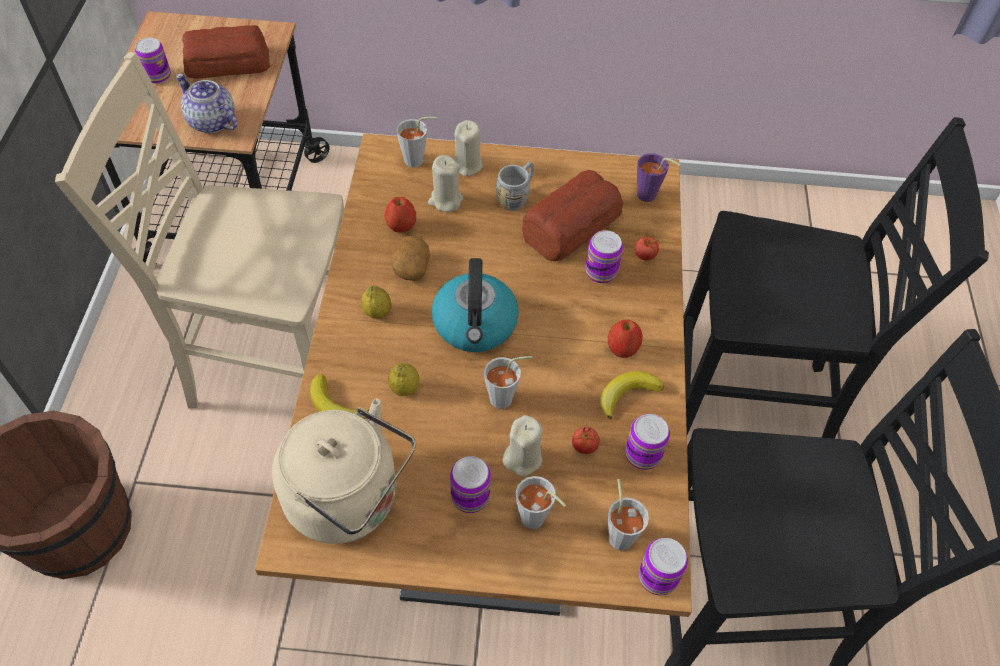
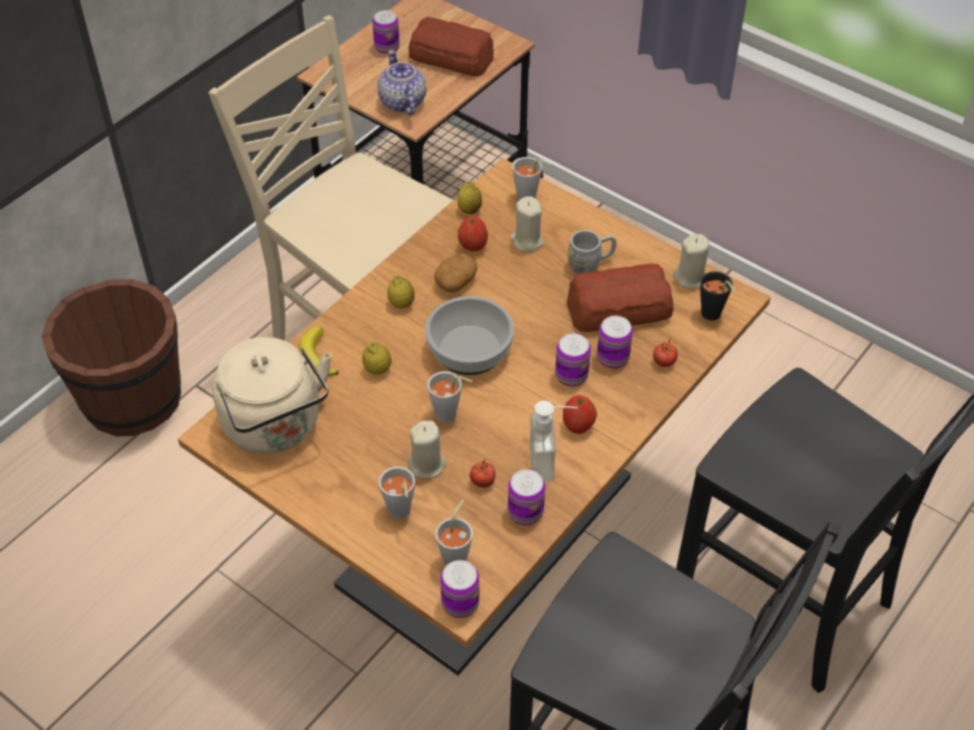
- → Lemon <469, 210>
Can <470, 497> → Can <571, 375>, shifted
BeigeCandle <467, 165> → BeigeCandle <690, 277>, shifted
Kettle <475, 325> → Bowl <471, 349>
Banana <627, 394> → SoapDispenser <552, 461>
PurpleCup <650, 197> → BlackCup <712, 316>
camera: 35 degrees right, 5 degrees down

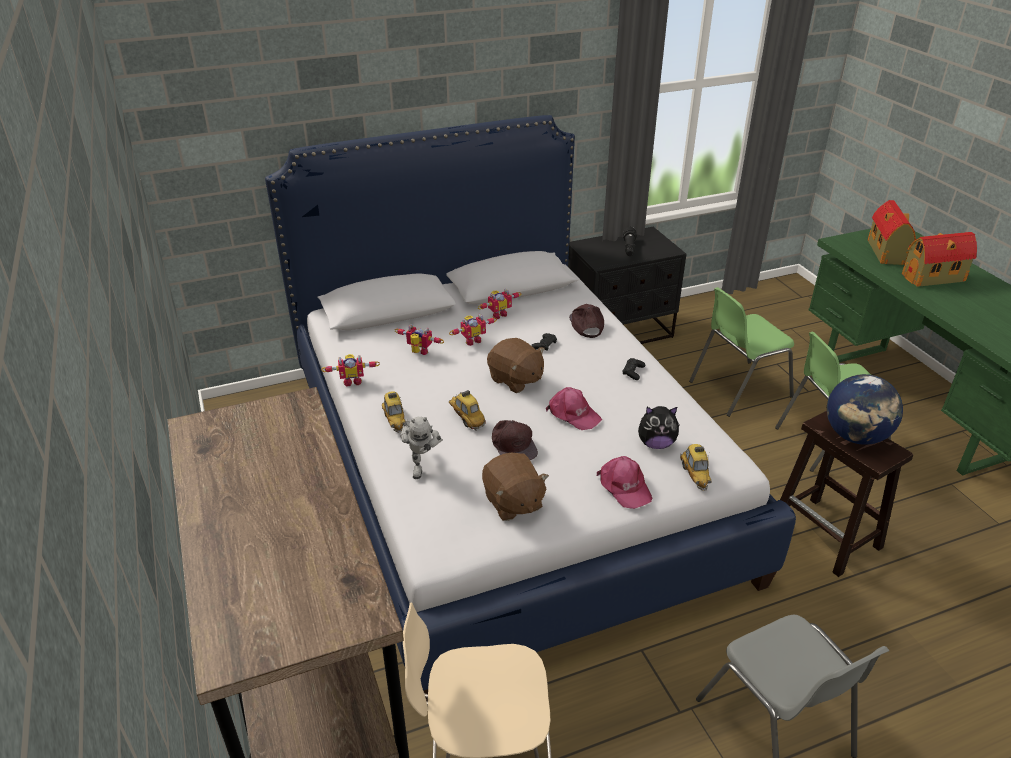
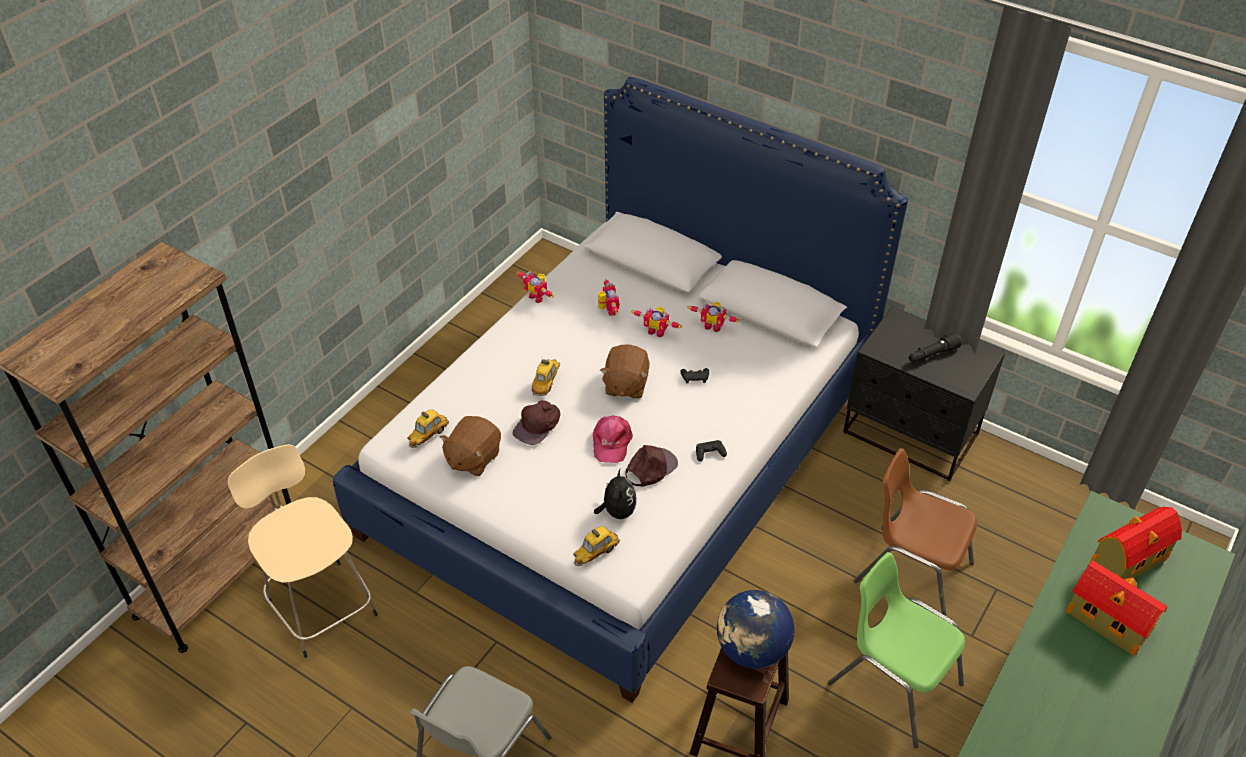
ToyRobot <422, 465> → -
PinkCap <624, 487> → -
ToyCar <394, 420> → ToyCar <428, 435>, shifted
BrownCap <586, 325> → BrownCap <650, 468>, shifted
GreenChair <738, 389> → BrownChair <911, 572>
PlushToy <656, 444> → PlushToy <617, 511>, 150 degrees counterclockwise
camera: 55 degrees right, 10 degrees up

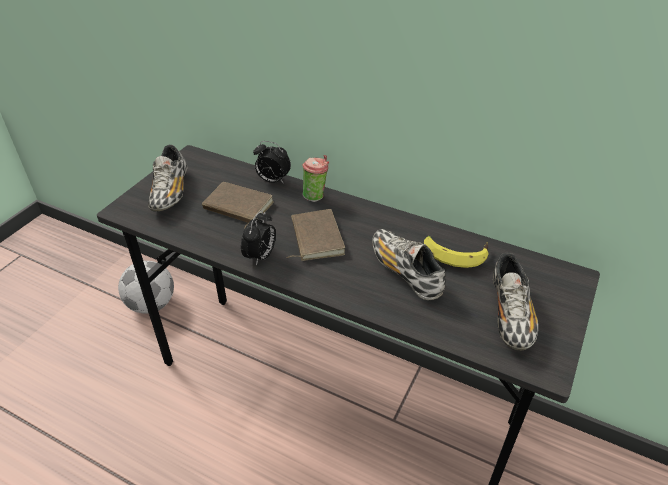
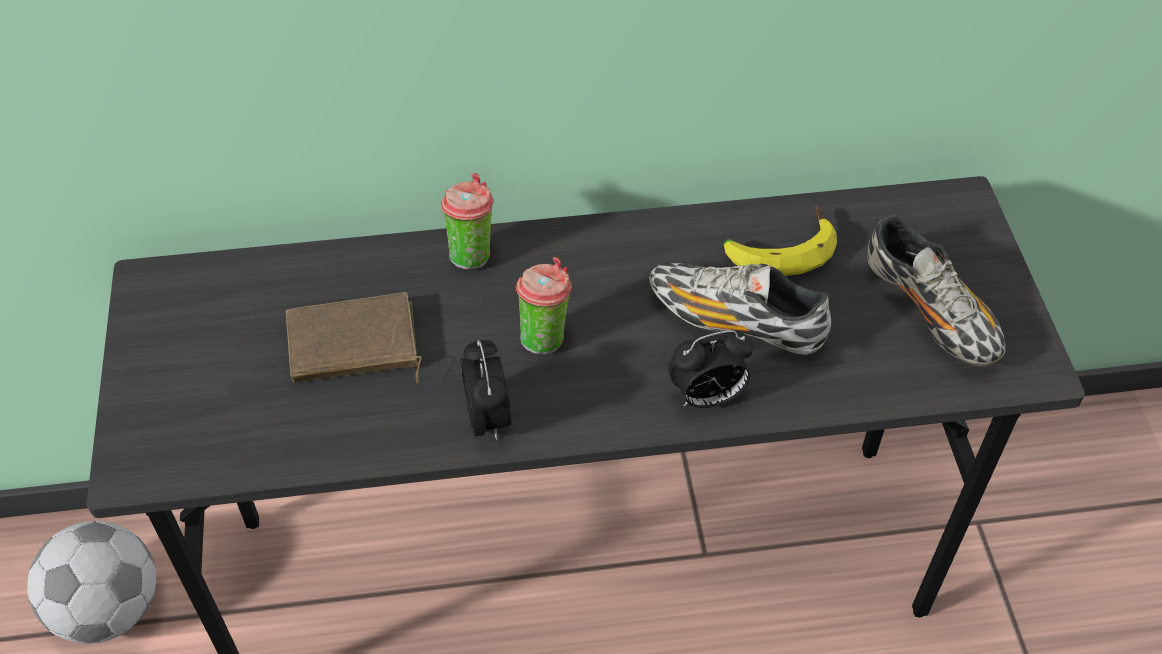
Shoe <170, 192> → -
AlarmClock <272, 181> → AlarmClock <707, 397>, shifted
BrownBook <315, 238> → Cup <545, 335>
camera: 35 degrees left, 10 degrees up

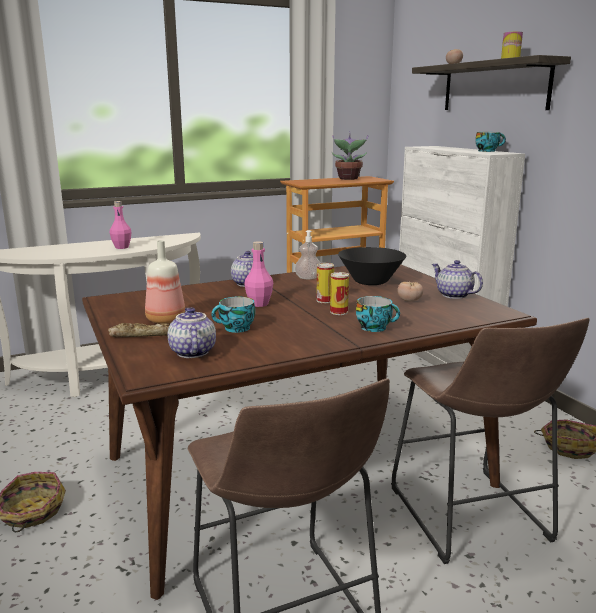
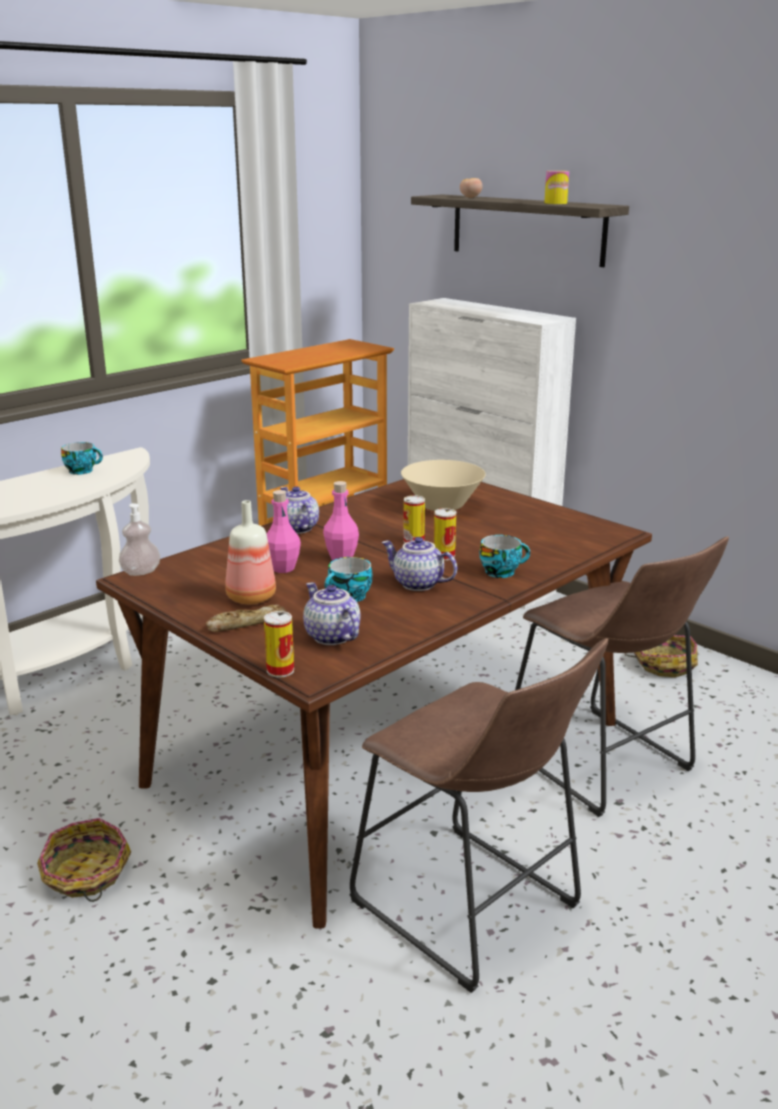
PottedPlant <348, 179> → -
Tomato <409, 301> → -
- → Can <280, 670>
PinkBottle <122, 247> → PinkBottle <283, 568>, shifted
SoapDispenser <308, 278> → SoapDispenser <141, 572>, shifted
Teapot <453, 295> → Teapot <417, 584>, shifted
Cup <488, 151> → Cup <83, 471>, shifted
BlackBowl <371, 281> → BeigeBowl <442, 506>
camera: 20 degrees left, 5 degrees up

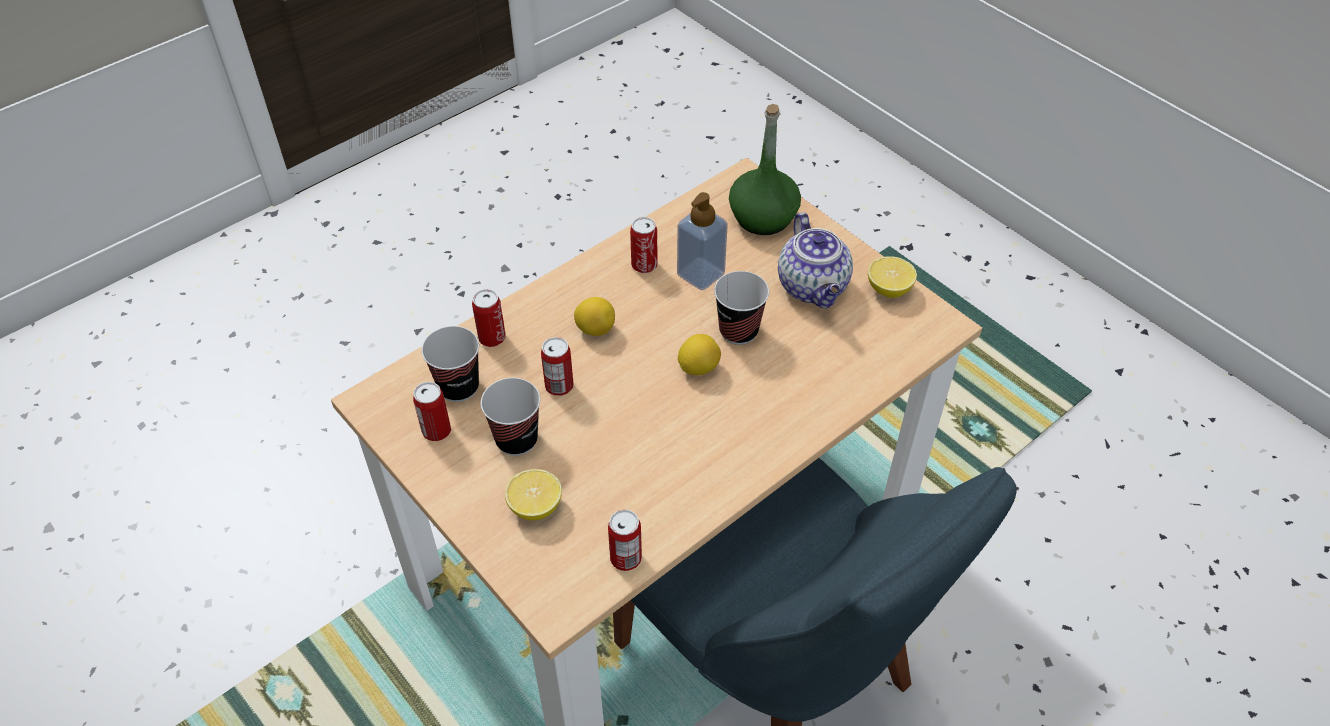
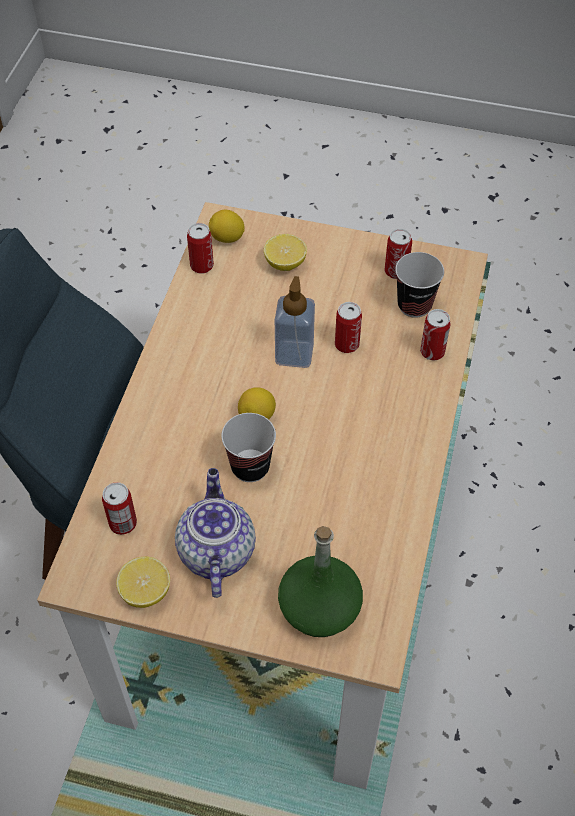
Cup <516, 440> → -
Lemon <595, 329> → Lemon <227, 238>, shifted
Can <644, 265> → Can <123, 523>, shifted
SoapDispenser <700, 274> → SoapDispenser <294, 354>, shifted
Teapot <813, 288> → Teapot <215, 550>, 45 degrees clockwise
camera: 145 degrees right, 5 degrees up

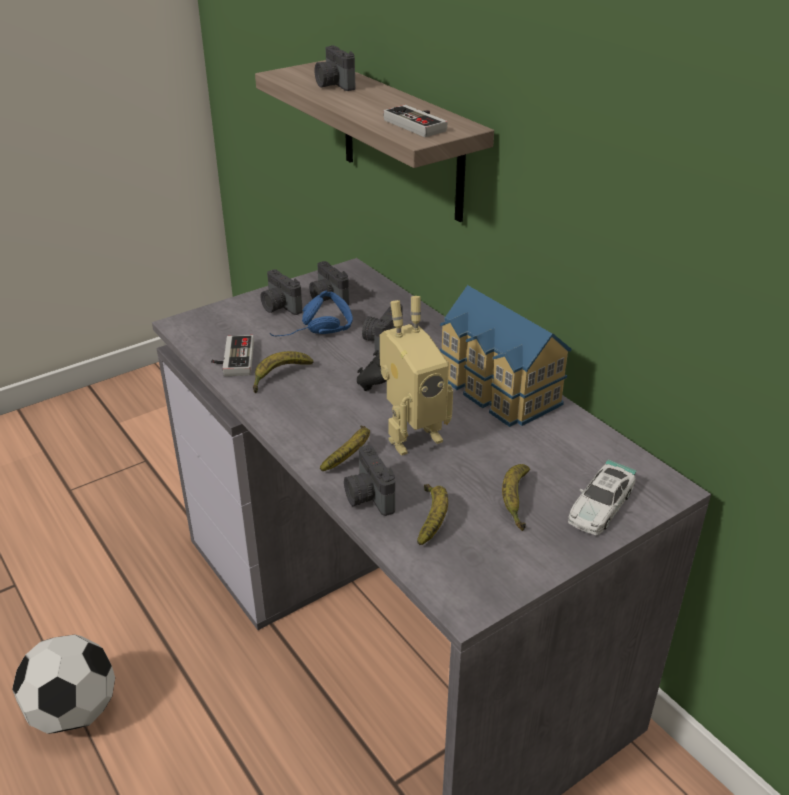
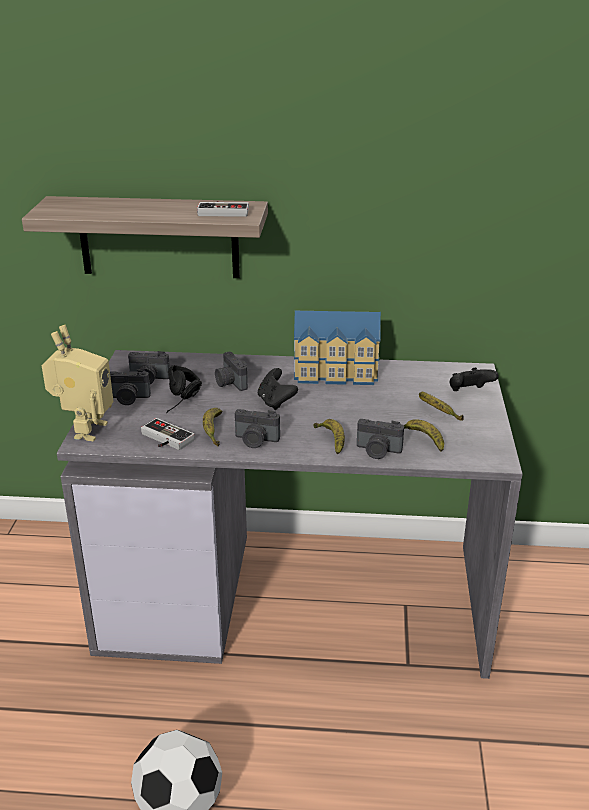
PhotoCamera <333, 85> → PhotoCamera <255, 440>, shifted
ToyRobot <411, 435> → ToyRobot <84, 430>, shifted
ToyCar <600, 506> → BlackGameController <469, 392>
BlueHeadphones <314, 334> → BlackHeadphones <184, 400>
camera: 50 degrees left, 5 degrees down

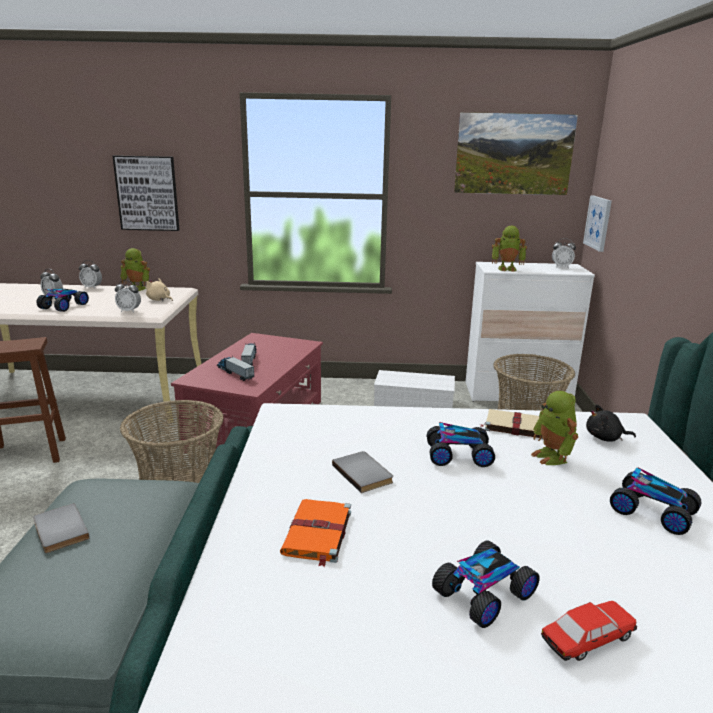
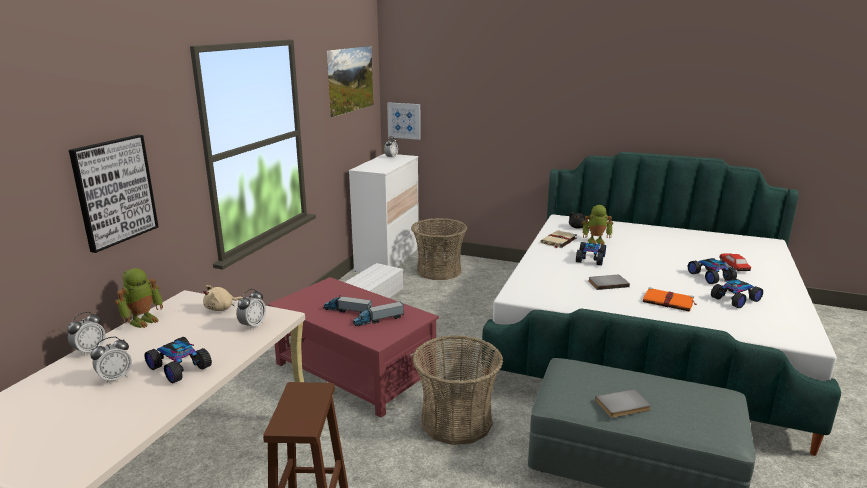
ToyRobot <507, 269> → -
ToyCar <652, 512> → ToyCar <736, 299>, shifted
camera: 70 degrees left, 0 degrees up

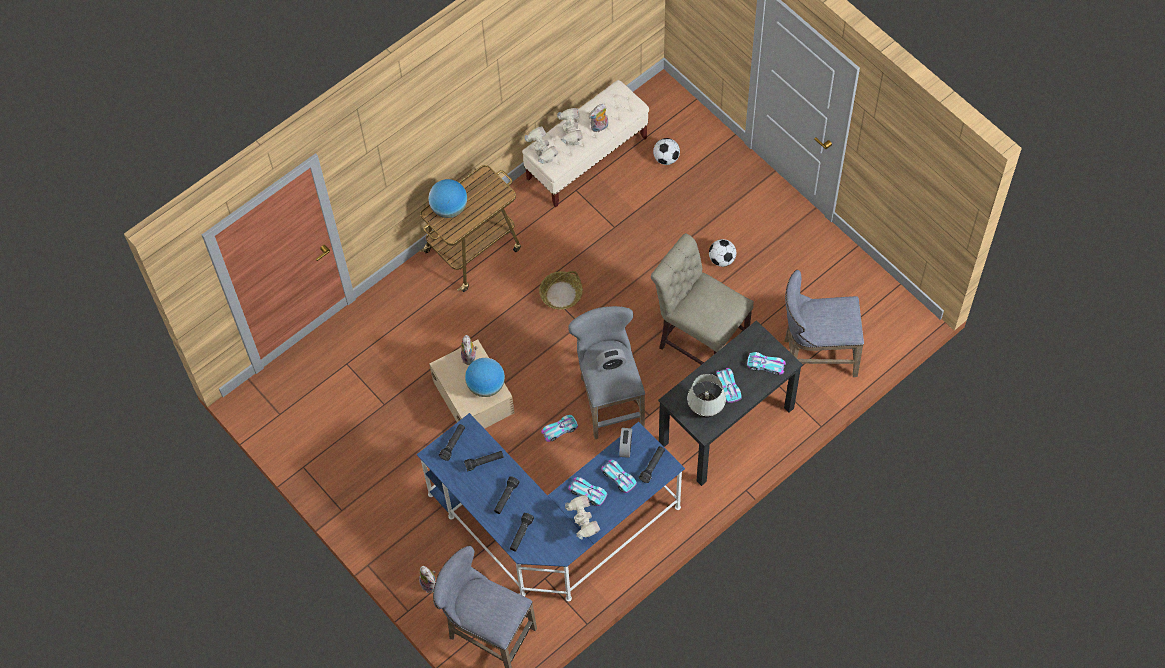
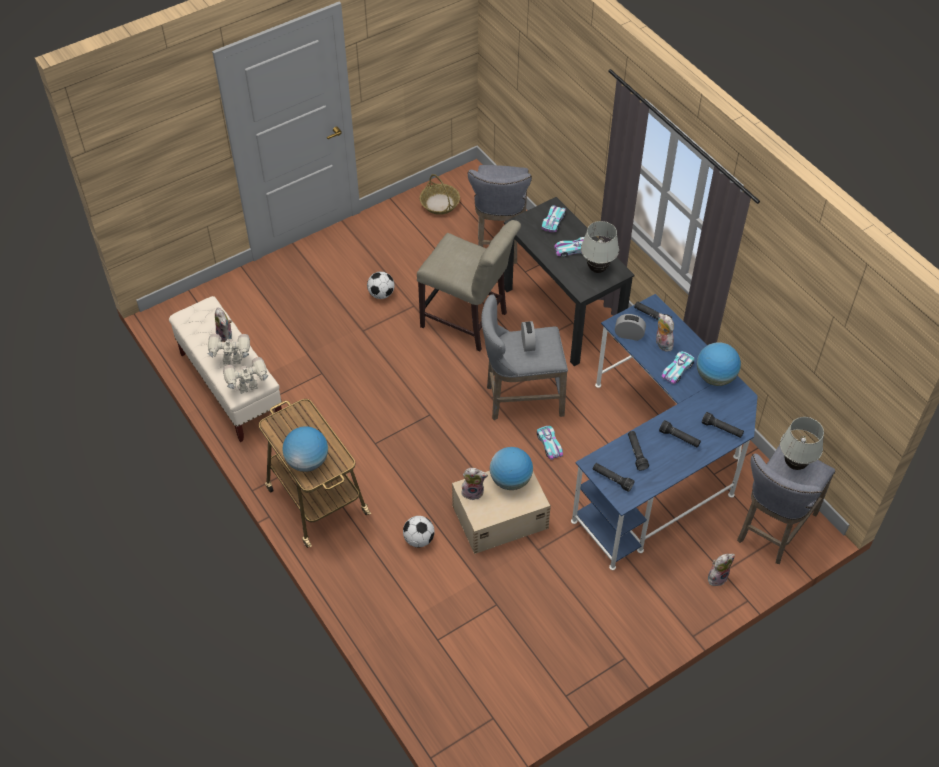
- → WhiteTableLamp <795, 464>
Basket <561, 294> → Basket <439, 203>, shifted
Football <666, 158> → Football <419, 539>, shifted
ToyRobot <583, 527> → Globe <715, 377>
ToyCar <618, 477> → PlushToy <662, 344>
BeigeChair <699, 341> → BeigeChair <468, 322>, 105 degrees counterclockwise
camera: 85 degrees left, 10 degrees down

